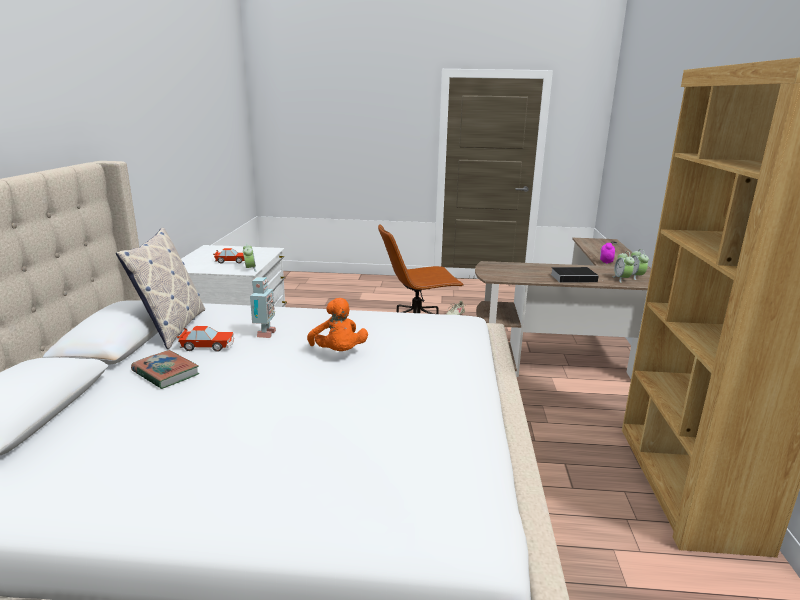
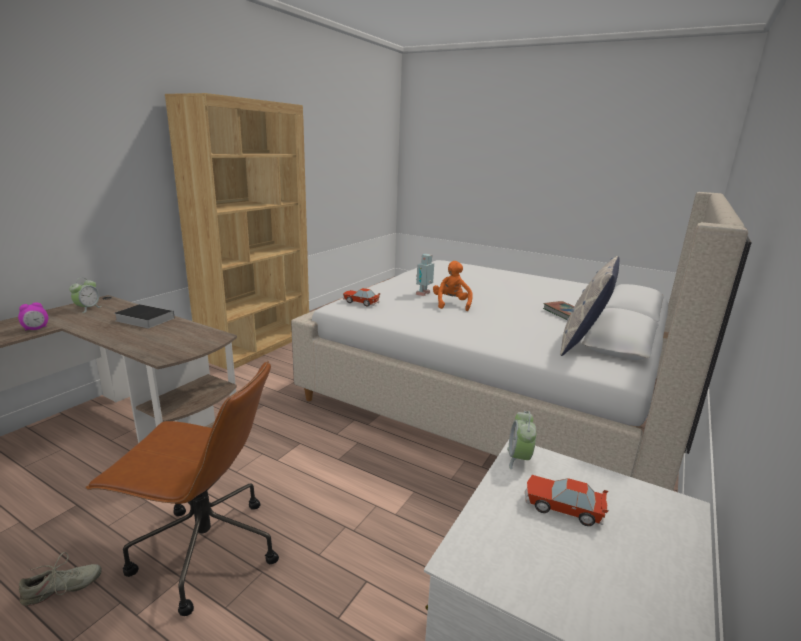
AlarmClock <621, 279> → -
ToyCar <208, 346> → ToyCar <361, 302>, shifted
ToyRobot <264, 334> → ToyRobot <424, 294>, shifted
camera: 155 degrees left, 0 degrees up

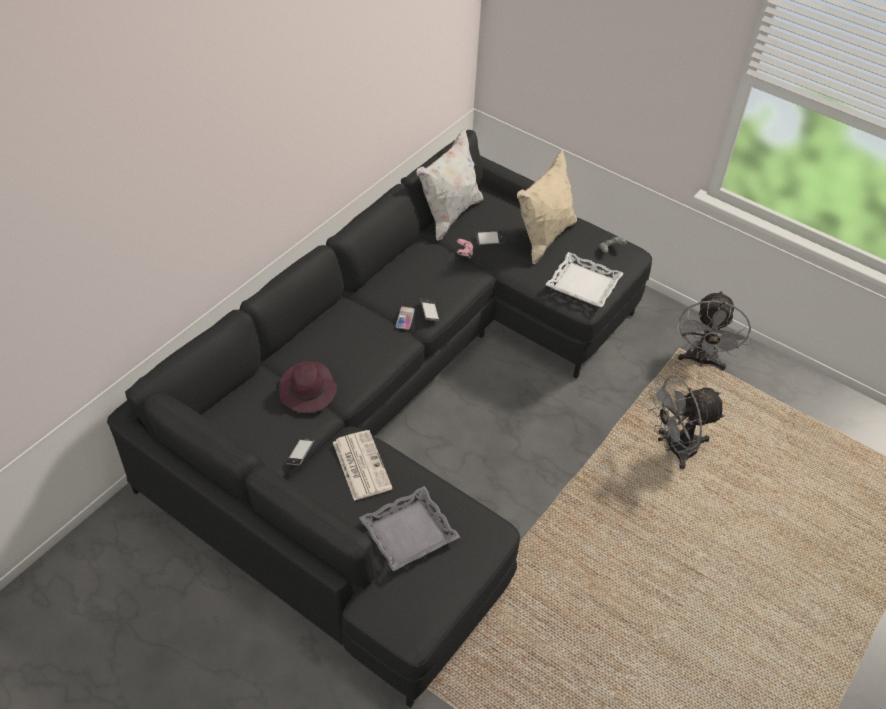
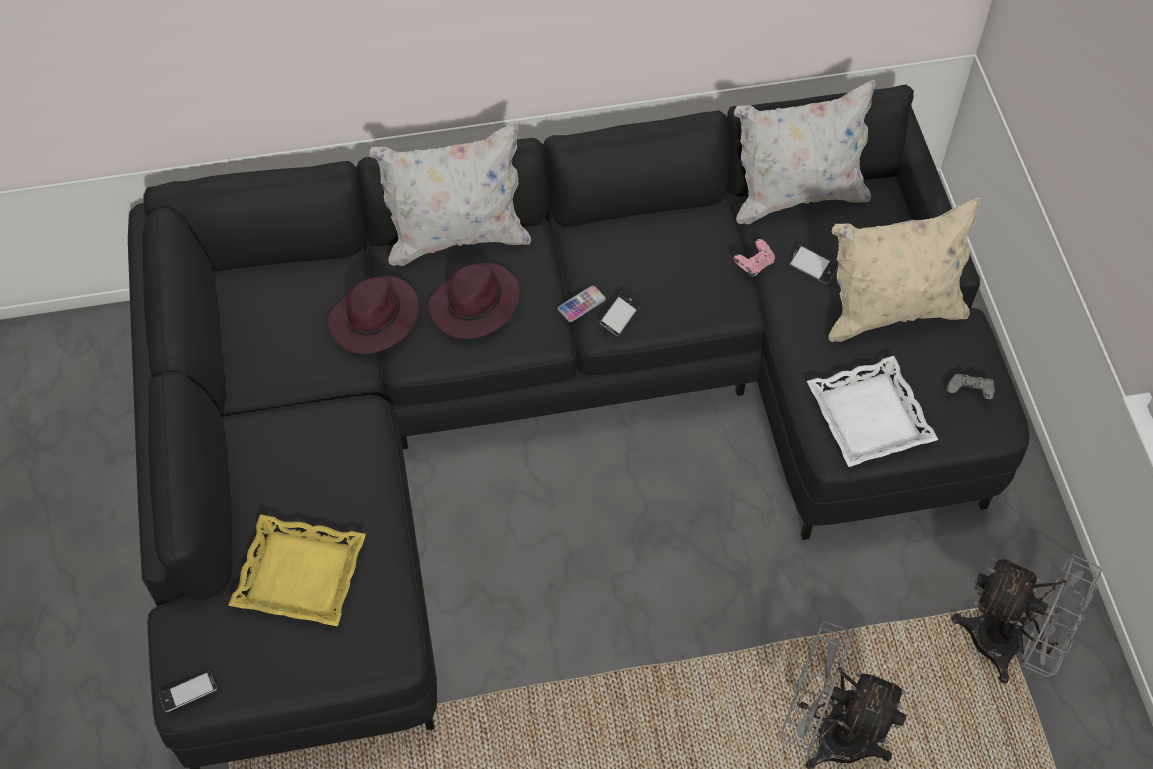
Newspaper <361, 465> → -
- → WhitePillow <456, 237>
- → PurpleHat <474, 306>
Phone <300, 453> → Phone <189, 693>, shifted
GreyTray <408, 532> → YellowTray <300, 574>
GreyFan <701, 361> → GreyFan <1010, 646>, 120 degrees counterclockwise
camera: 45 degrees right, 10 degrees up

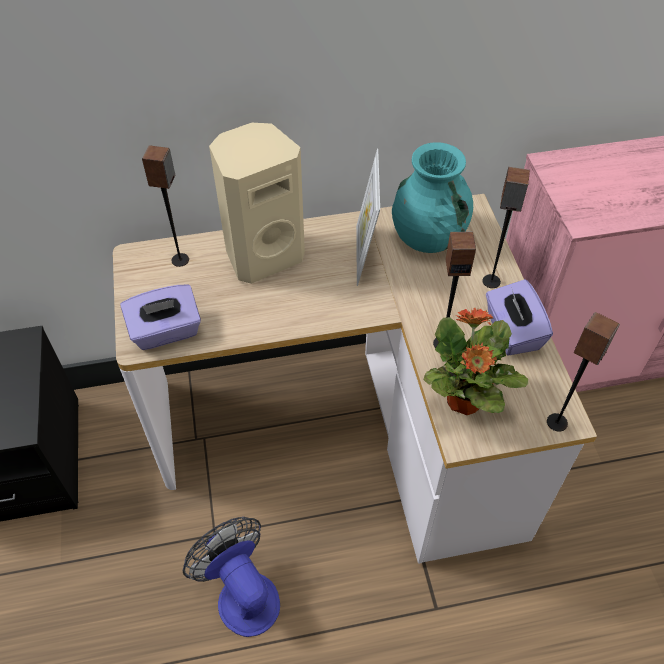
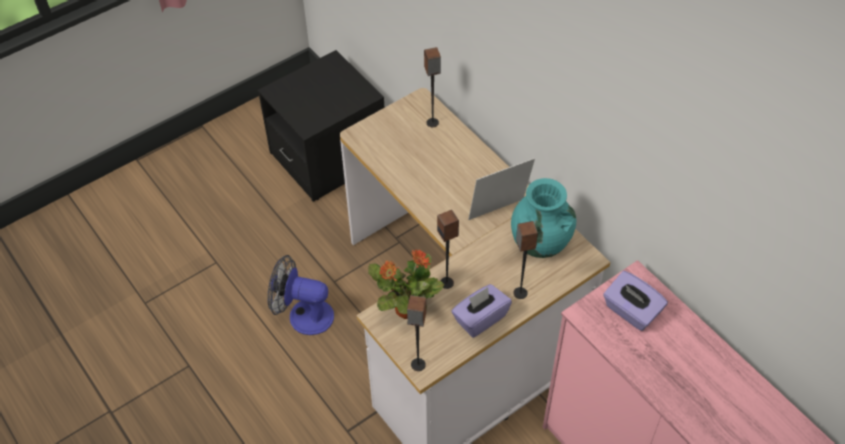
BeigeSpeaker <263, 255> → -
PurpleTissueBox <166, 332> → PurpleTissueBox <631, 311>, shifted
Fan <242, 593> → Fan <303, 315>, 105 degrees counterclockwise
camera: 65 degrees right, 0 degrees up

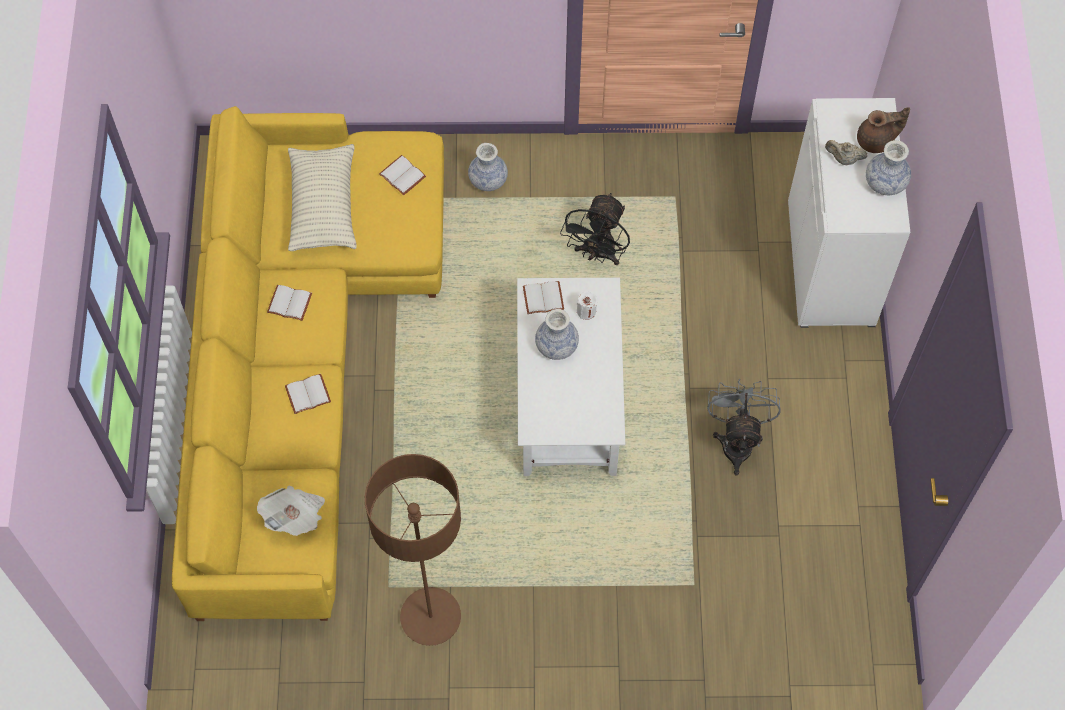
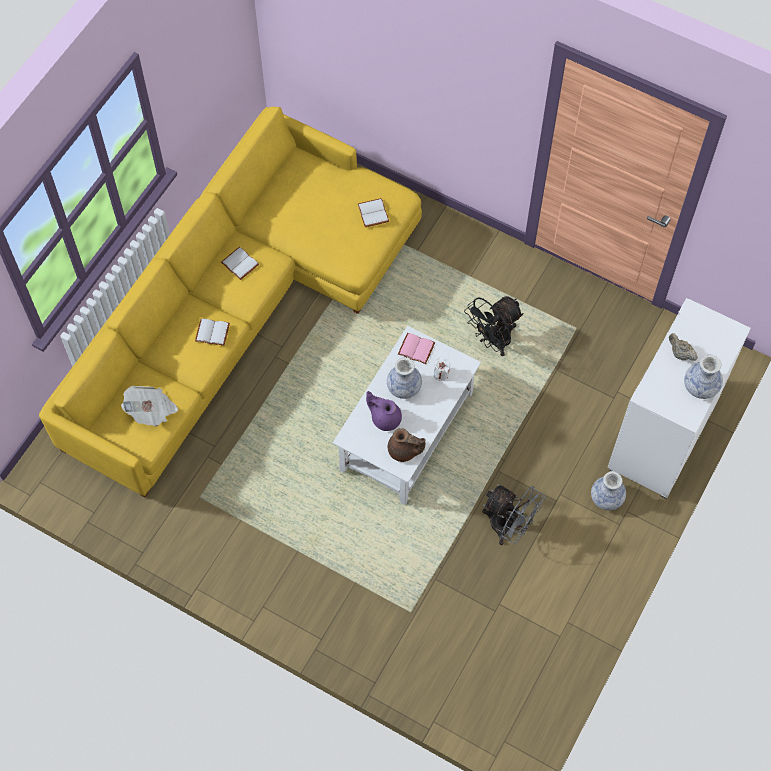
Pillow <323, 206> → -
BrownFloorLamp <430, 617> → -
- → PurpleTeapot <385, 418>
Vase <488, 180> → Vase <606, 498>, shifted
BrownTeapot <876, 141> → BrownTeapot <404, 451>, shifted
WhiteBook <543, 297> → PinkBook <417, 348>
GreyFan <737, 440> → GreyFan <508, 527>, 90 degrees clockwise
camera: 30 degrees right, 0 degrees up

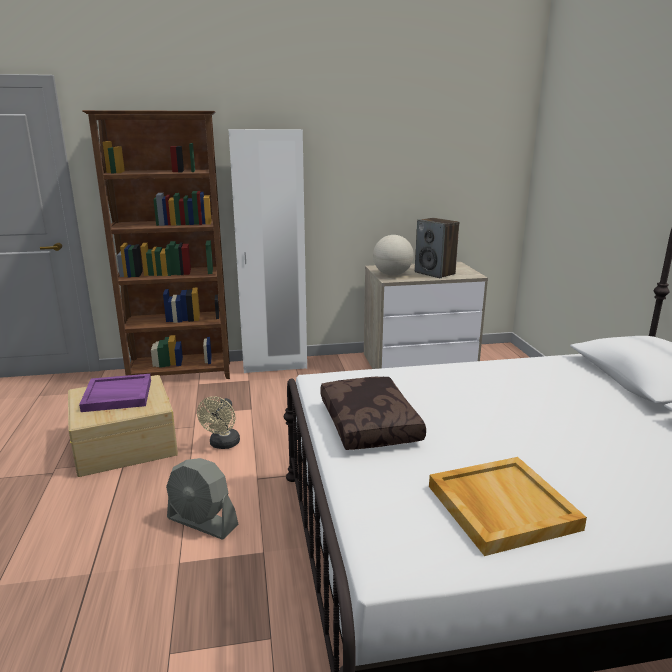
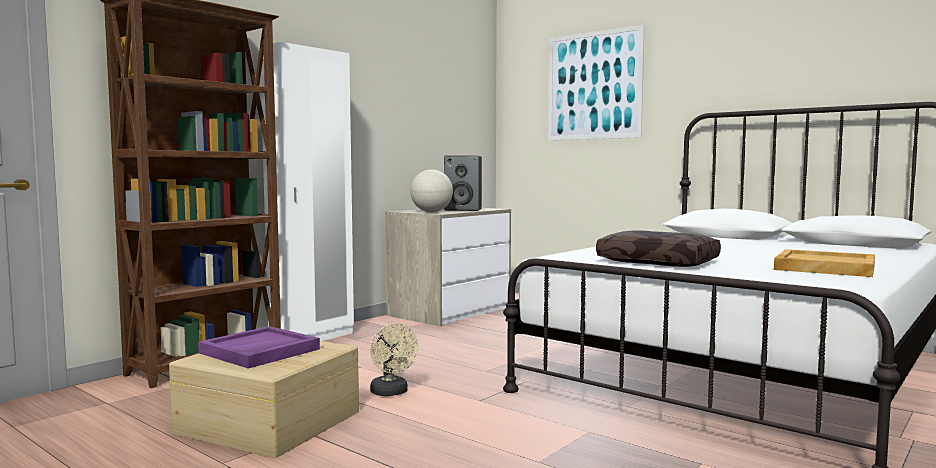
GreyFan <202, 522> → -
- → Picture <594, 85>
camera: 40 degrees left, 15 degrees down

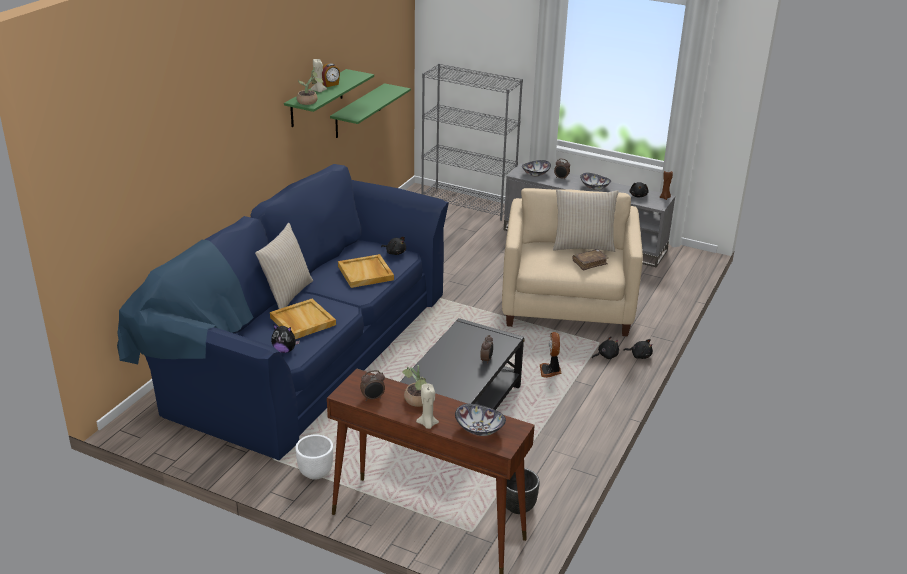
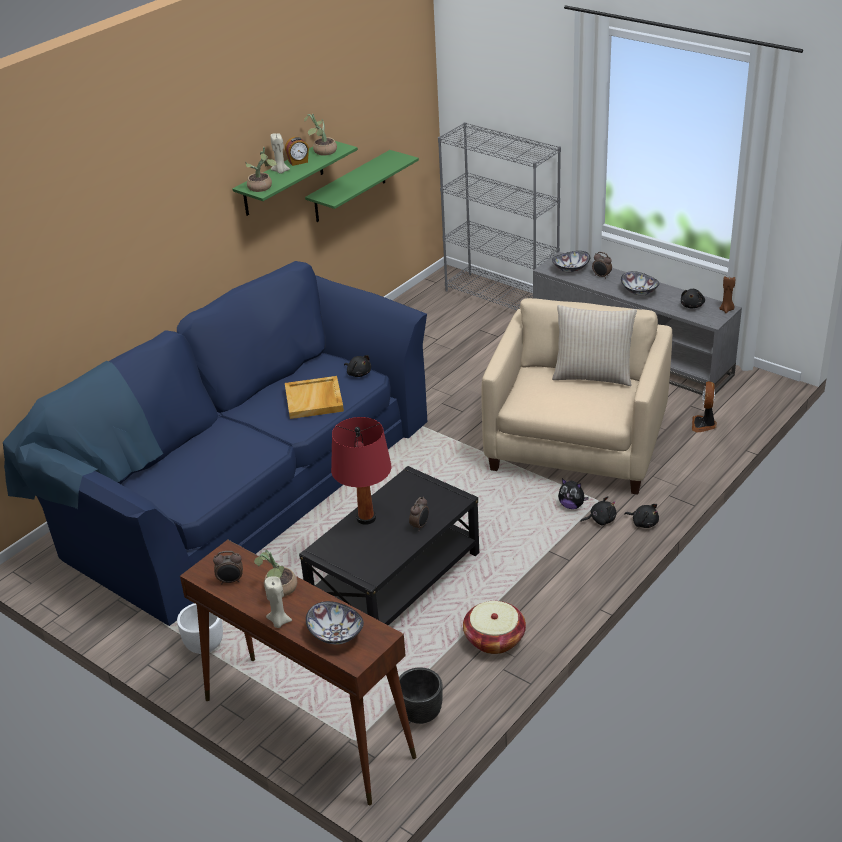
BeigePillow <287, 294> → -
BeigeTray <302, 321> → -
BrownBook <589, 263> → -
- → PottedPlant <322, 152>
- → RedTableLamp <366, 518>
- → Basket <494, 639>
PlushToy <285, 350> → PlushToy <571, 505>, shifted
Fan <550, 371> → Fan <704, 424>, shifted
camera: 15 degrees right, 5 degrees up

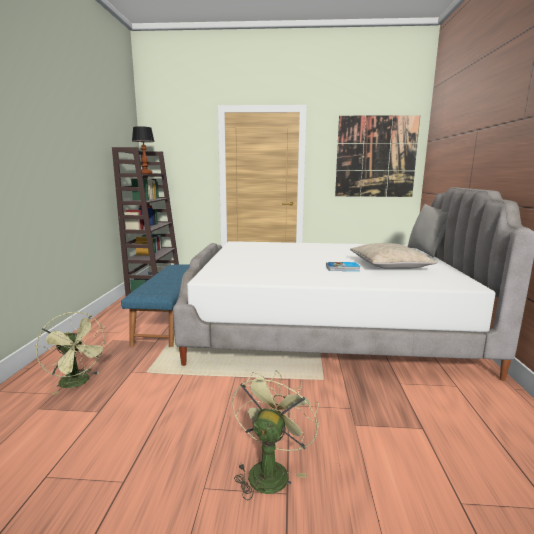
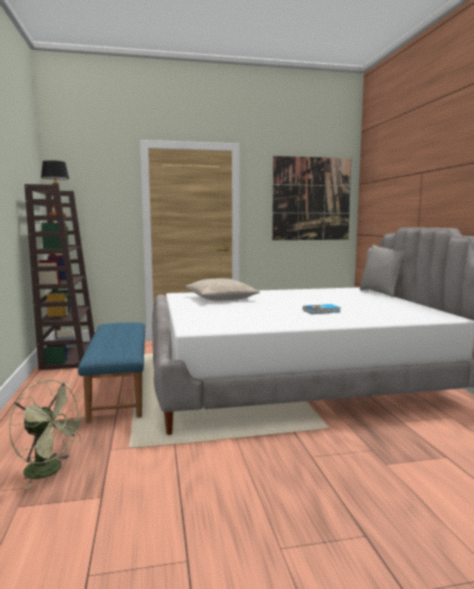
GreenFan <270, 470> → -
BeigePillow <389, 265> → BeigePillow <221, 298>, shifted
camera: 15 degrees left, 5 degrees down

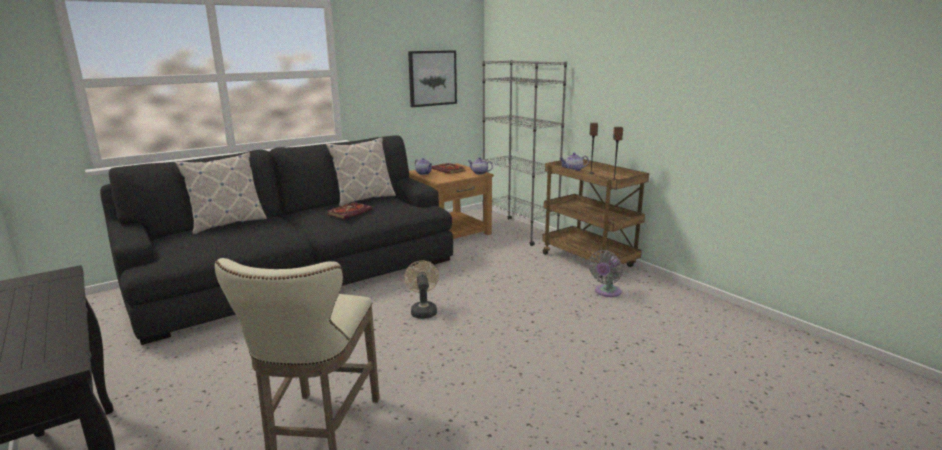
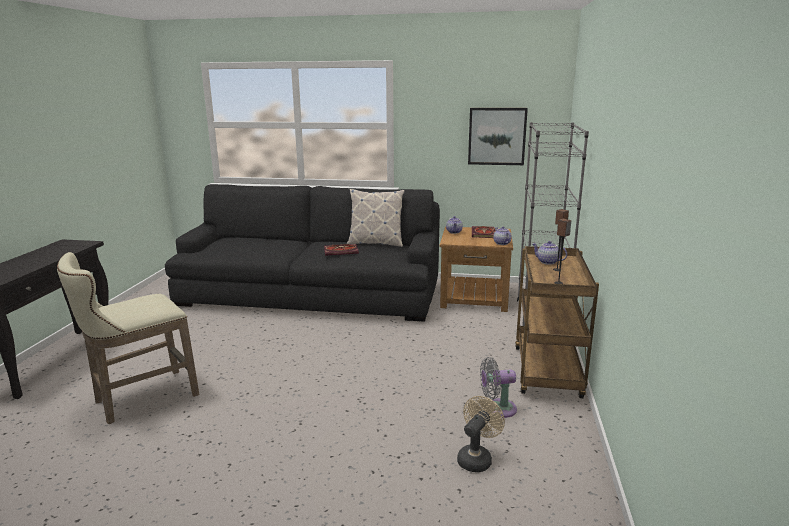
Pillow <227, 223> → -
BeigeFan <423, 310> → BeigeFan <476, 458>, shifted
camera: 45 degrees right, 0 degrees up

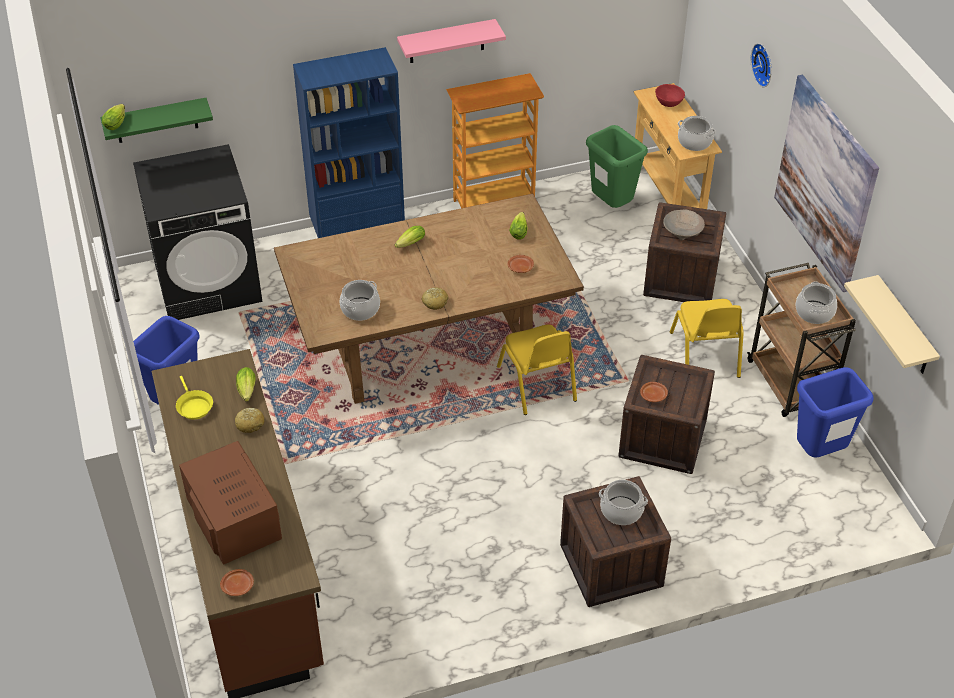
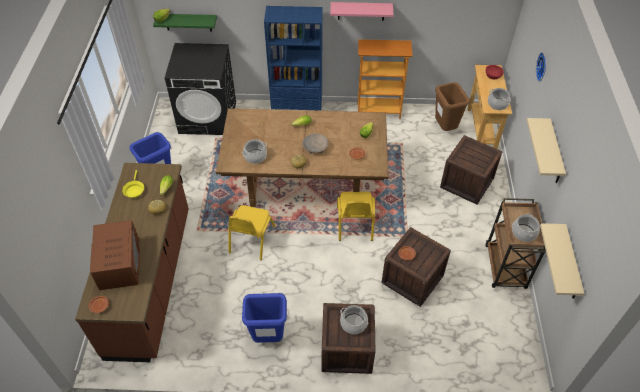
BeigeBowl <682, 231> → BeigeBowl <315, 147>, shifted
YellowChair <705, 355> → YellowChair <251, 239>, shifted
BlueTrashCan <818, 453> → BlueTrashCan <268, 337>, shifted
Picture <825, 183> → BeigeShelf <554, 153>
GreenTrashCan <611, 206> → BrownTrashCan <445, 129>
camera: 20 degrees right, 5 degrees up

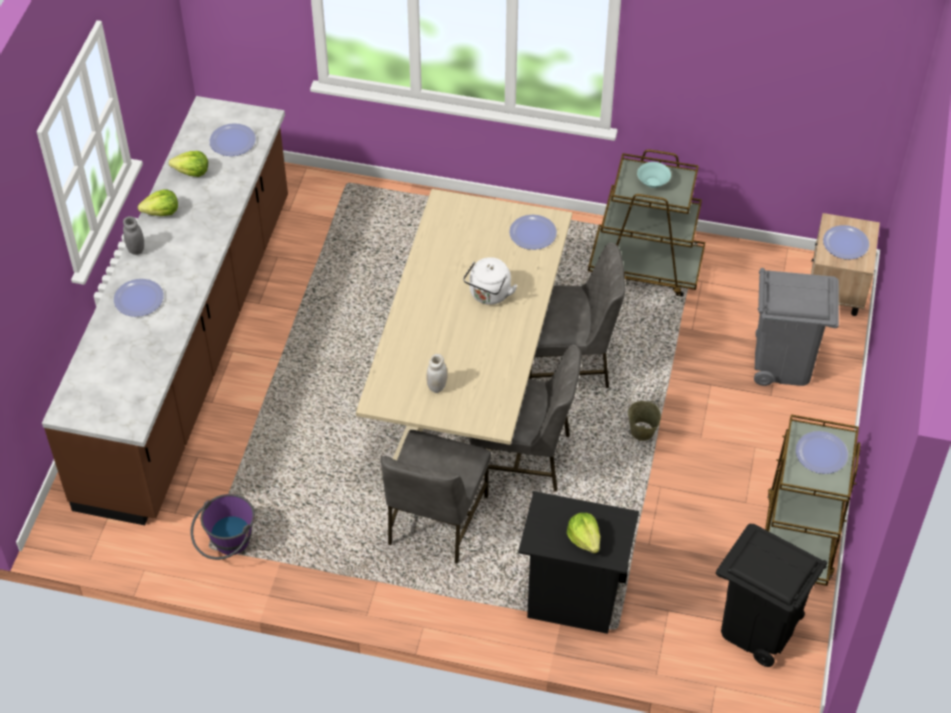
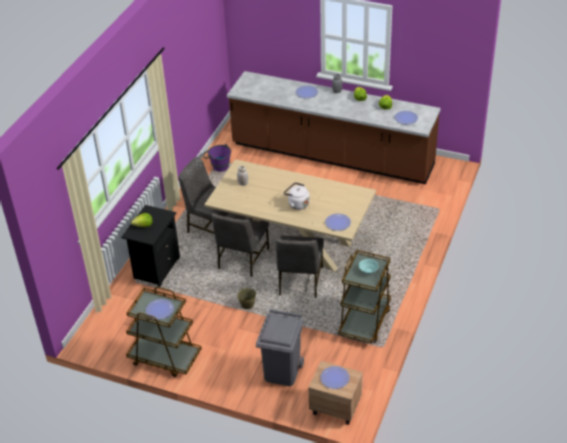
BlackTrashCan <757, 629> → -
camera: 100 degrees right, 10 degrees down

